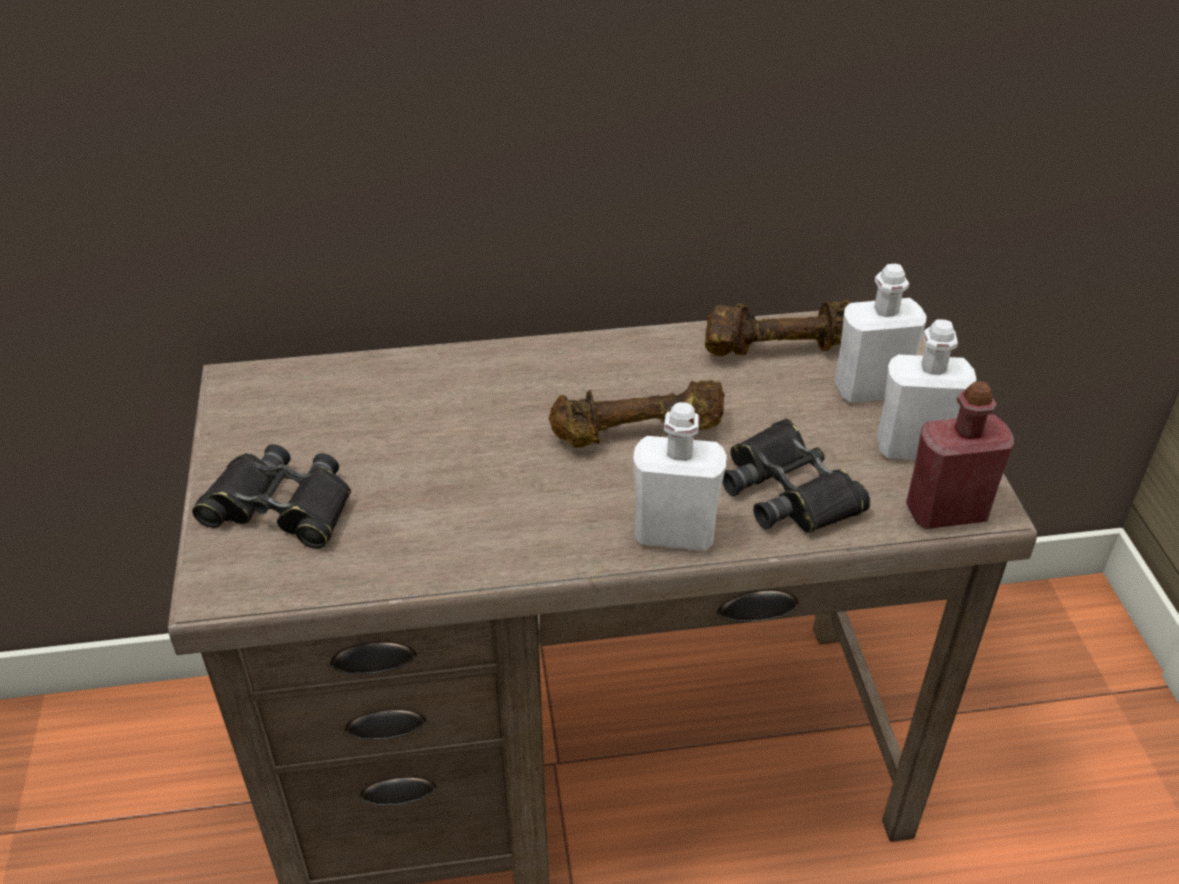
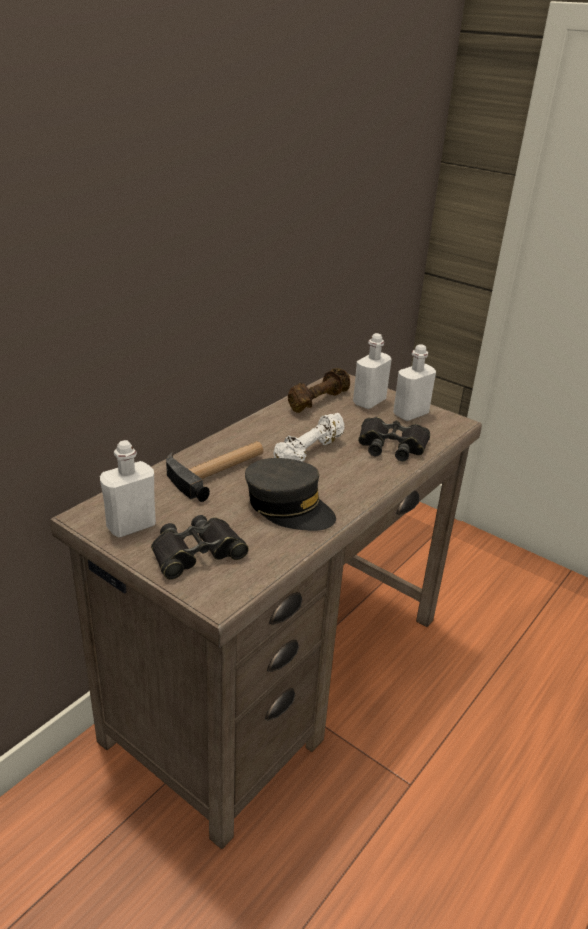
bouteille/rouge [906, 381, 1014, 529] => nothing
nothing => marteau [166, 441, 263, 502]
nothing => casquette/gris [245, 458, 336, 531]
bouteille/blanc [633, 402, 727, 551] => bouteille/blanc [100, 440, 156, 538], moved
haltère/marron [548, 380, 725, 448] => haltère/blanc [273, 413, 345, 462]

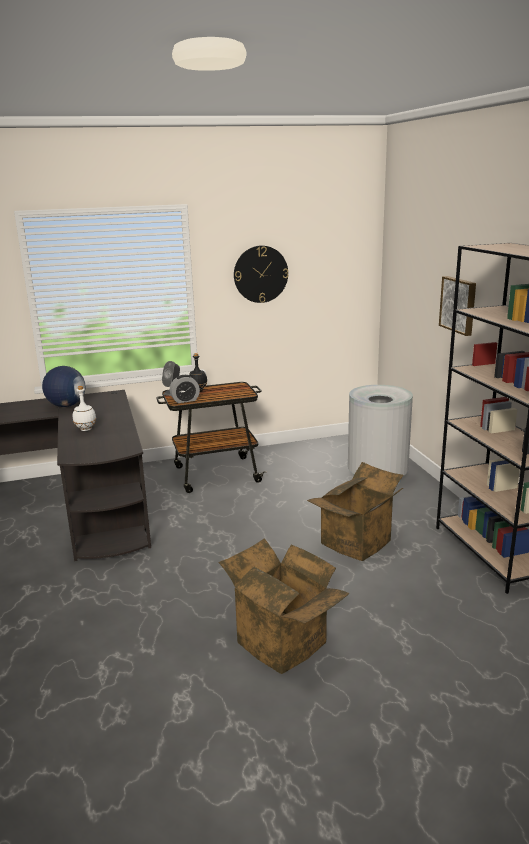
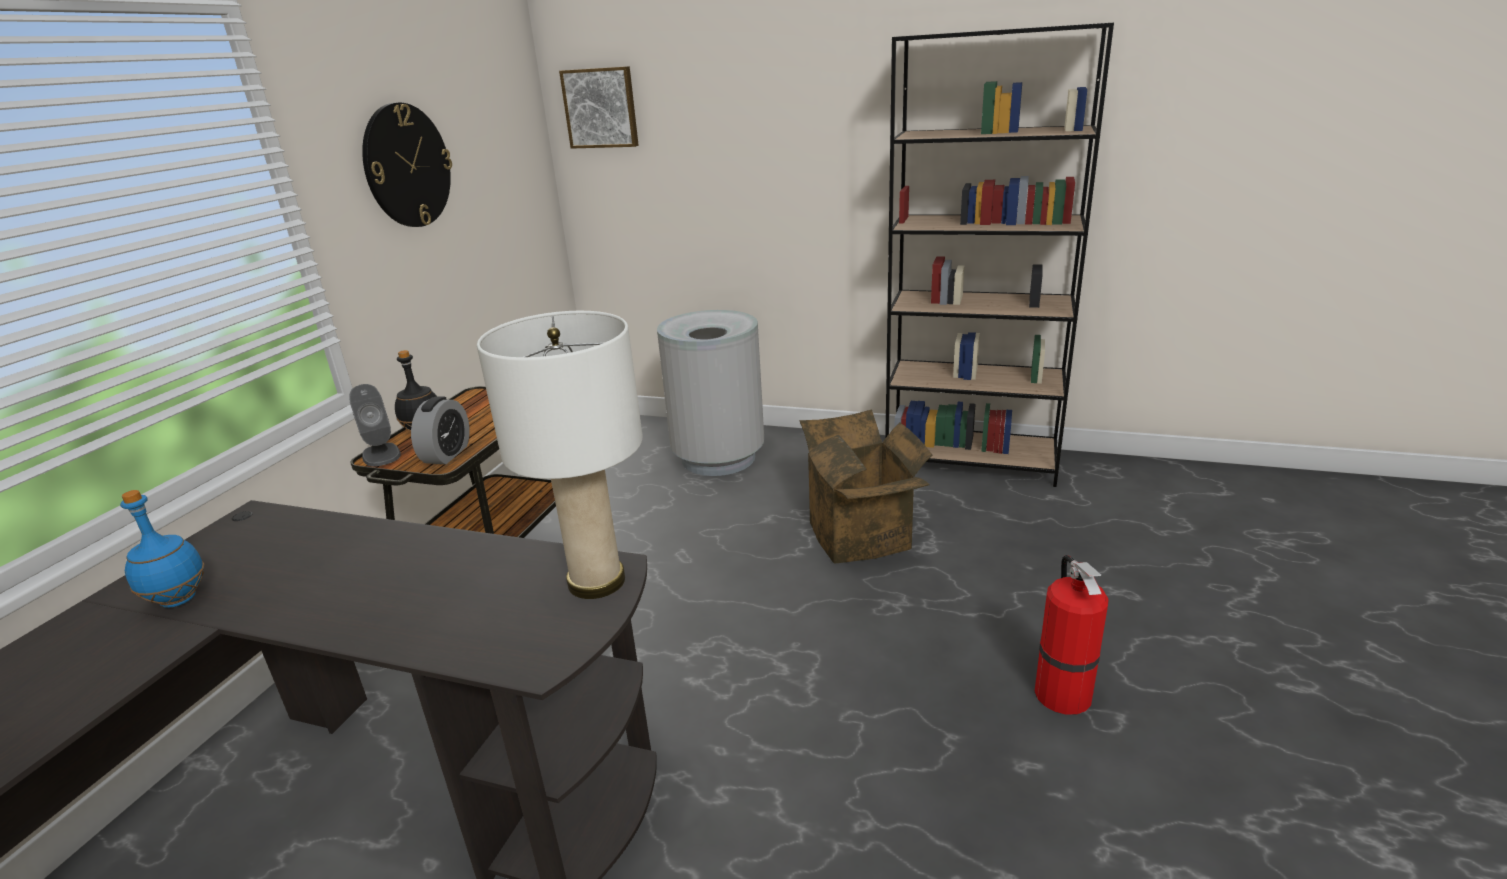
bouteille/blanc [73, 386, 96, 431] => nothing
nothing => lampe de table/blanc [477, 311, 643, 599]
tableau [439, 276, 476, 336] => tableau [559, 66, 639, 149], moved
globe [42, 366, 85, 407] => bouteille/bleu [120, 490, 204, 608]
carton [219, 538, 350, 674] => extincteur [1035, 555, 1109, 715]

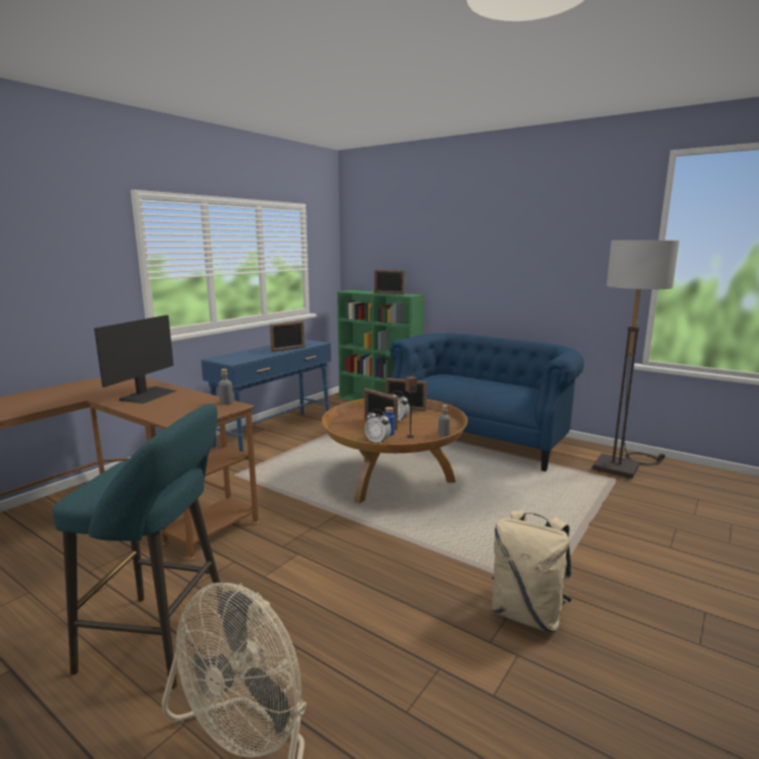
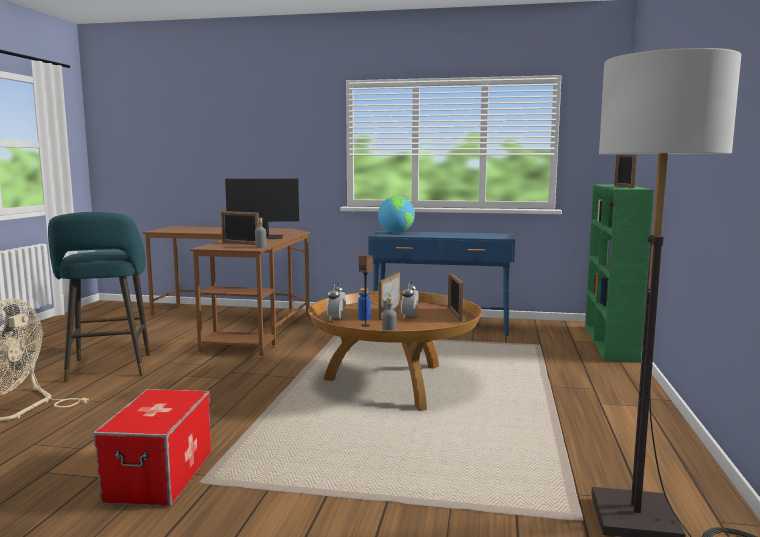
canapé/bleu [390, 333, 584, 472] => nothing
nothing => globe [378, 196, 415, 234]
cadre photo [270, 321, 305, 352] => cadre photo [221, 211, 259, 245], moved
sac à dos/beige [492, 510, 572, 632] => boîte de rangement [93, 389, 211, 507]

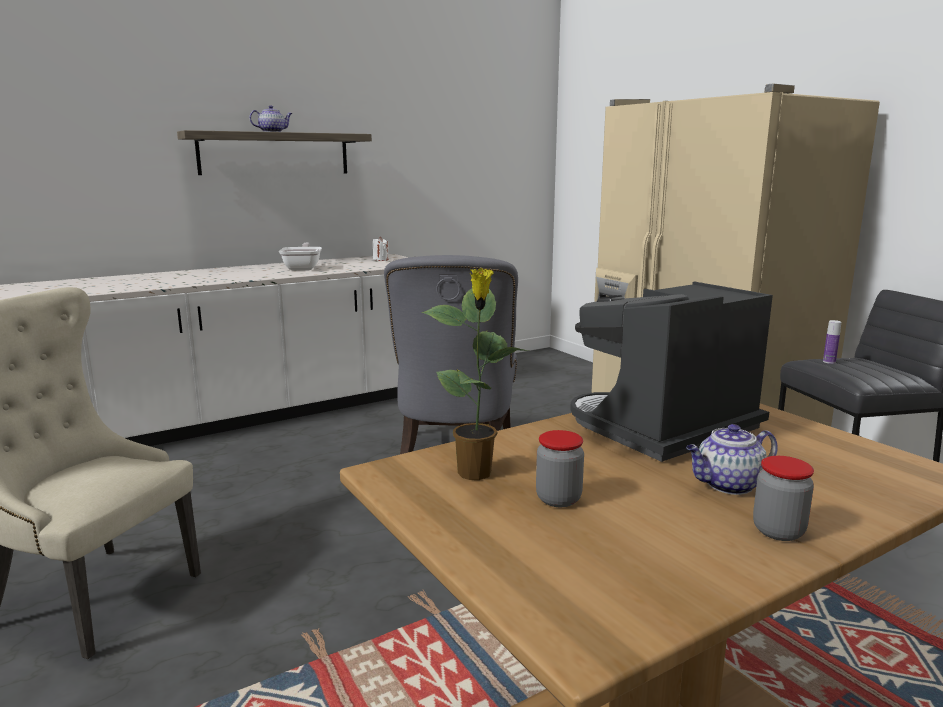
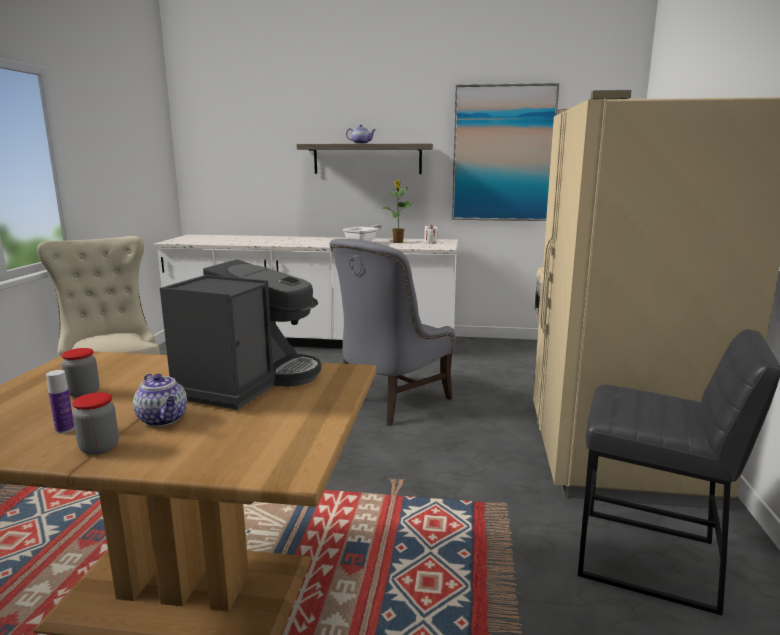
nothing => tableau [452, 83, 560, 221]
plante en pot [422, 268, 529, 480] => plante en pot [382, 180, 414, 243], moved
bouteille [823, 320, 841, 364] => bouteille [46, 370, 74, 434], moved
machine à café [570, 282, 773, 462] => machine à café [160, 259, 321, 410], 105 degrees clockwise
théière [686, 424, 778, 495] => théière [133, 374, 187, 426], 150 degrees counterclockwise

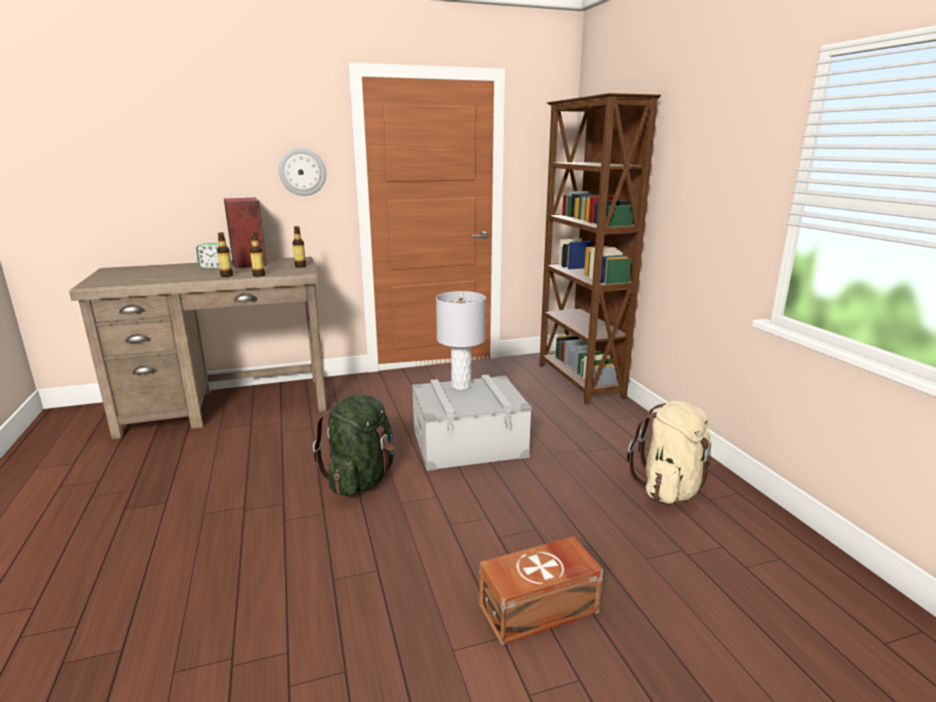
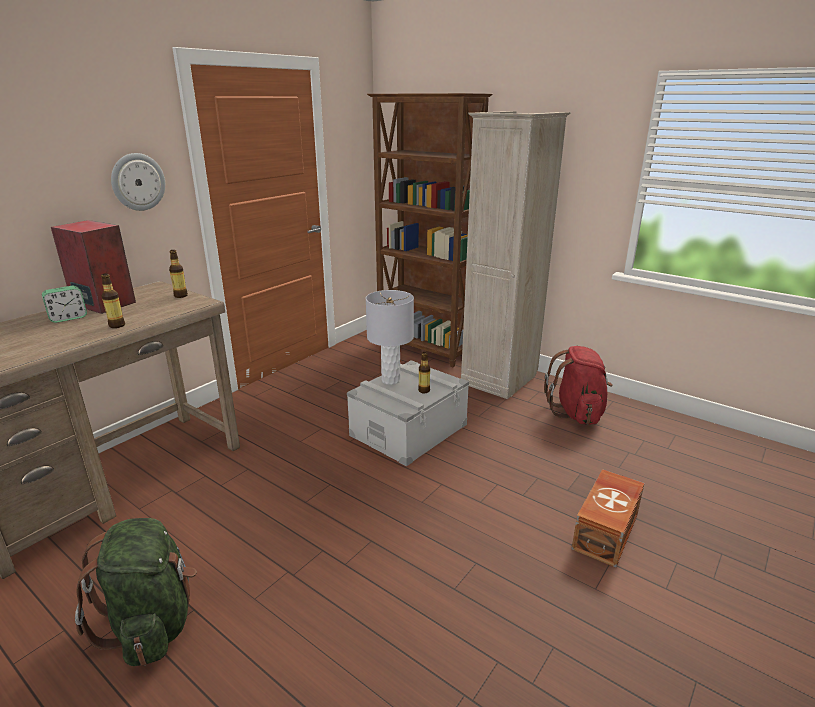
nothing => meuble de rangement/beige [461, 111, 571, 399]
bouteille [250, 232, 265, 277] => bouteille [418, 352, 430, 393], moved
sac à dos/vert [313, 394, 394, 496] => sac à dos/vert [75, 518, 197, 666], moved
sac à dos/beige [626, 401, 718, 504] => sac à dos/rouge [544, 346, 613, 425]

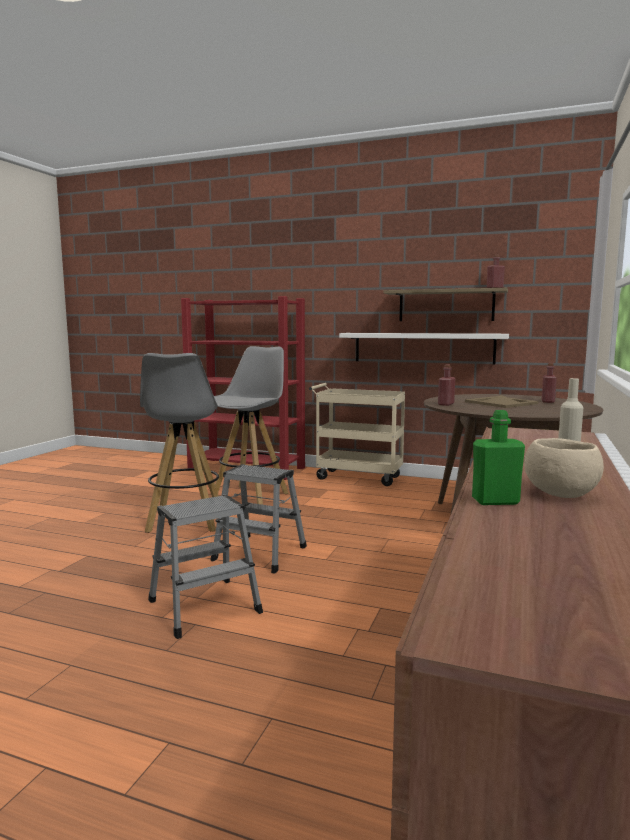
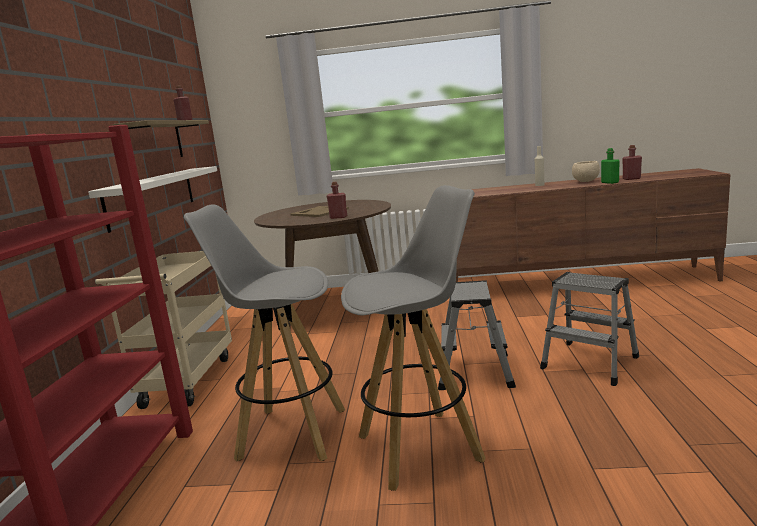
bouteille/rouge [542, 363, 557, 403] => bouteille/rouge [622, 145, 642, 180], moved

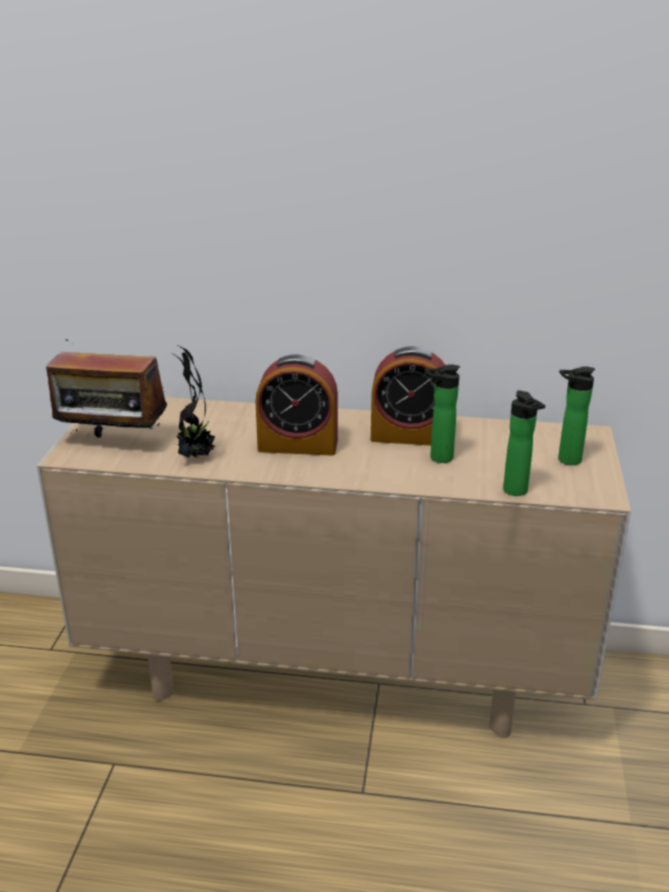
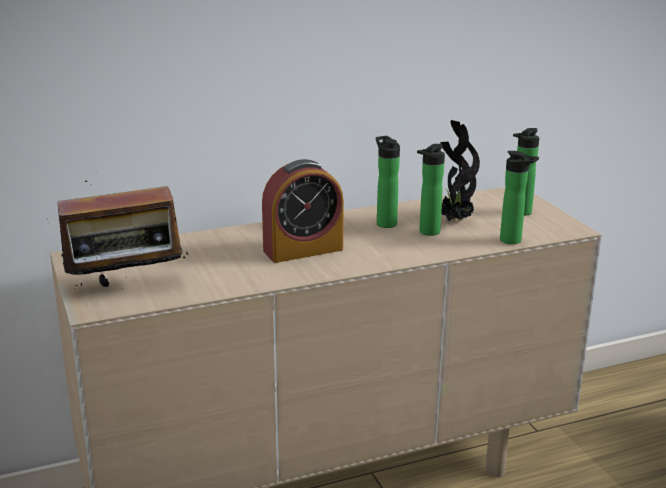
plante en pot [171, 346, 215, 458] => plante en pot [440, 120, 480, 221], moved
réveil [371, 346, 445, 446] => bouteille [376, 136, 400, 228]

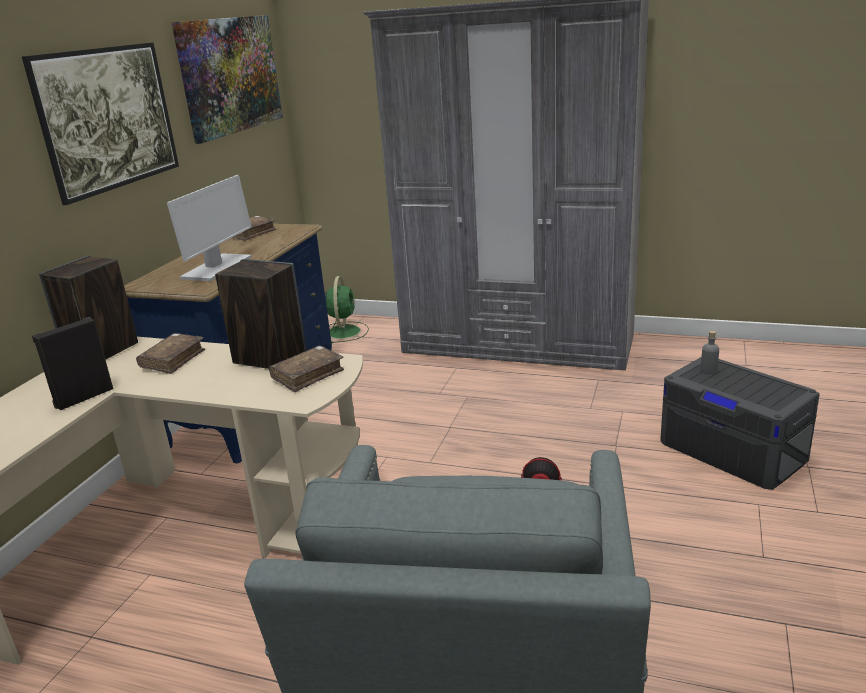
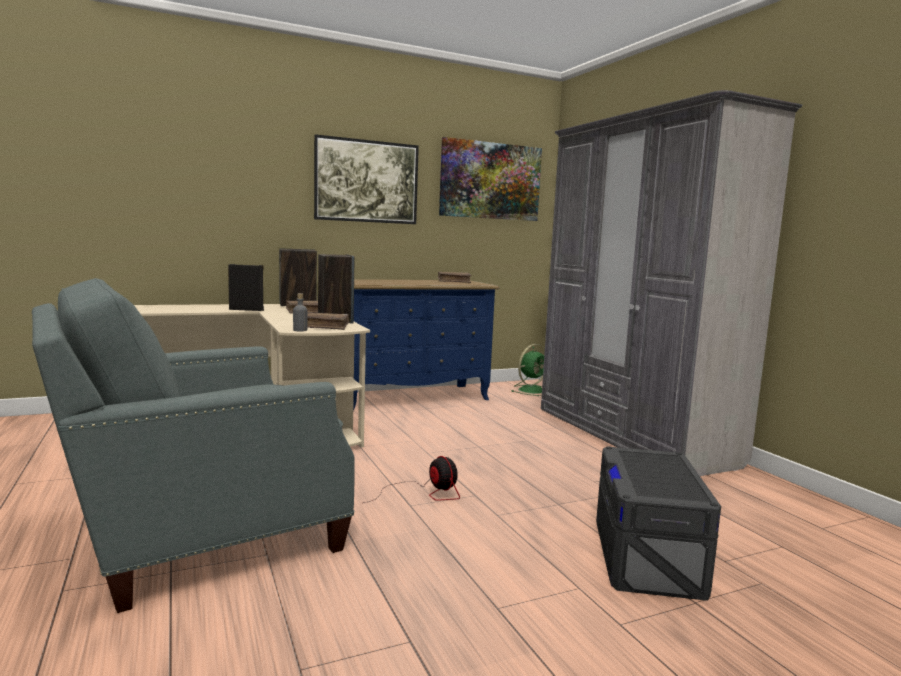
écran d'ordinateur [167, 175, 252, 281] => nothing
bouteille/gris [700, 331, 719, 374] => bouteille/gris [293, 293, 307, 331], moved

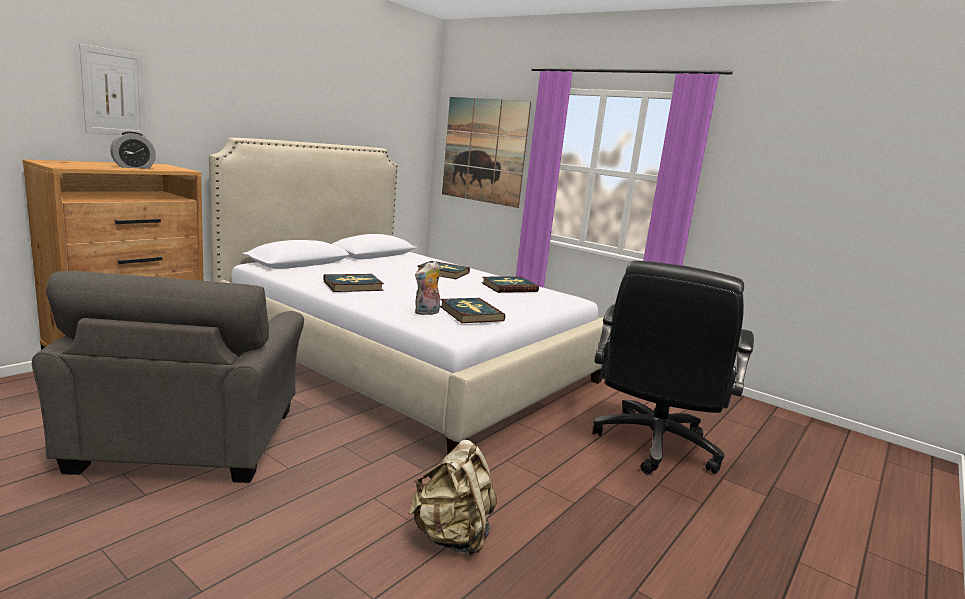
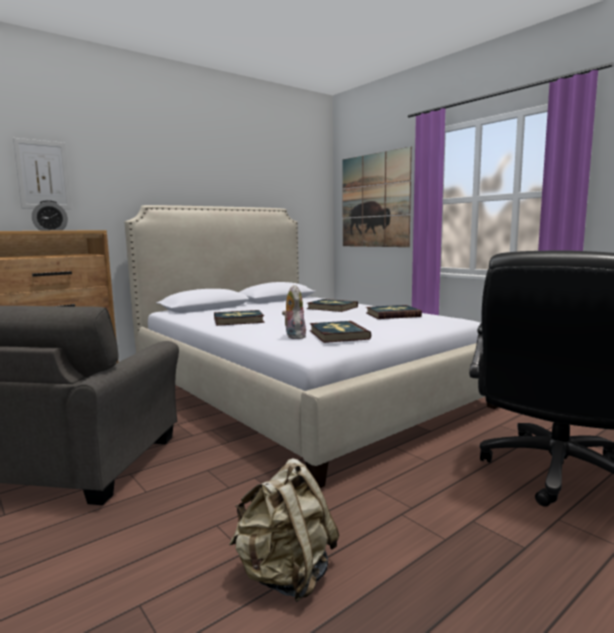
peluche [415, 261, 440, 315] => peluche [282, 285, 306, 339], 105 degrees clockwise

